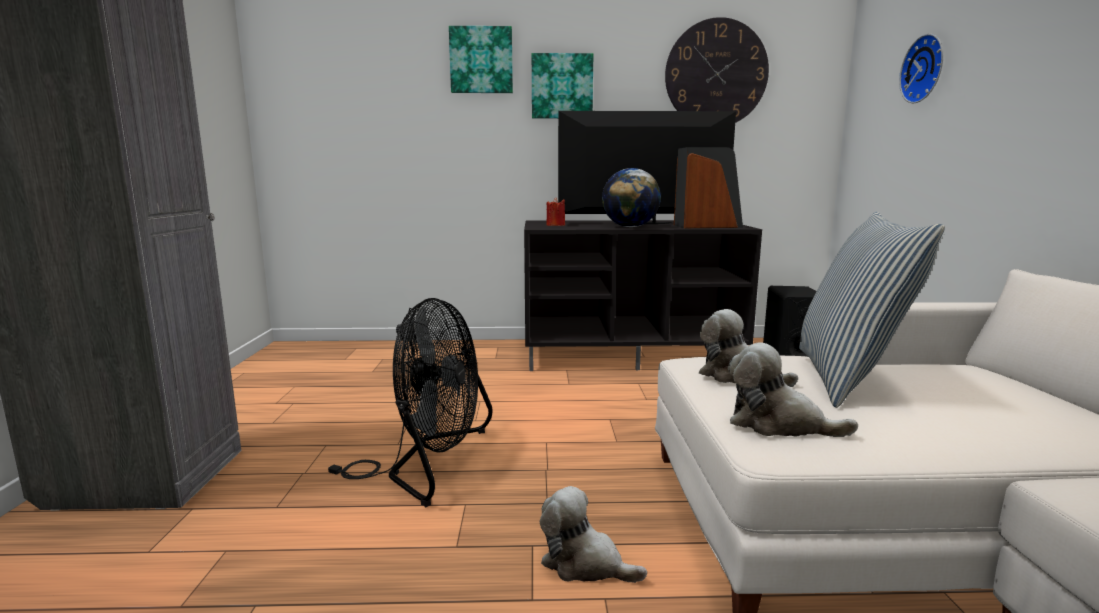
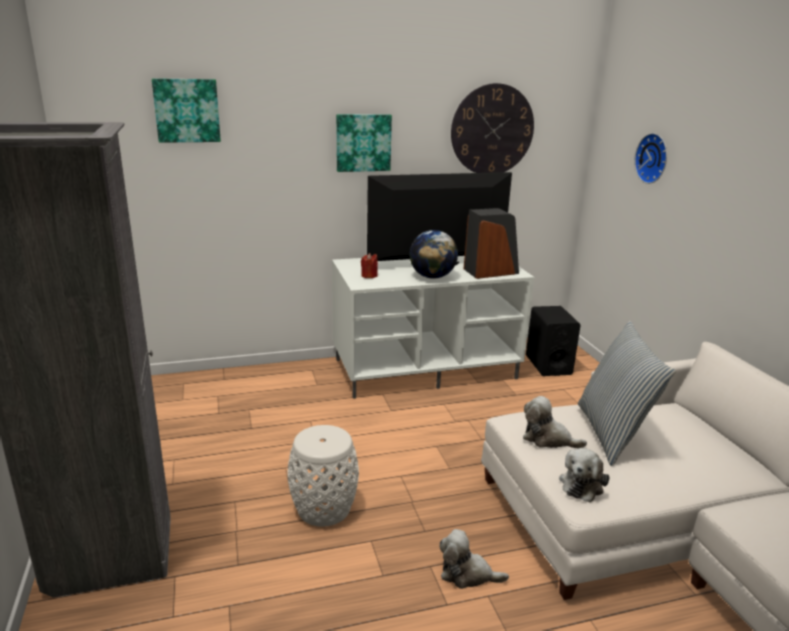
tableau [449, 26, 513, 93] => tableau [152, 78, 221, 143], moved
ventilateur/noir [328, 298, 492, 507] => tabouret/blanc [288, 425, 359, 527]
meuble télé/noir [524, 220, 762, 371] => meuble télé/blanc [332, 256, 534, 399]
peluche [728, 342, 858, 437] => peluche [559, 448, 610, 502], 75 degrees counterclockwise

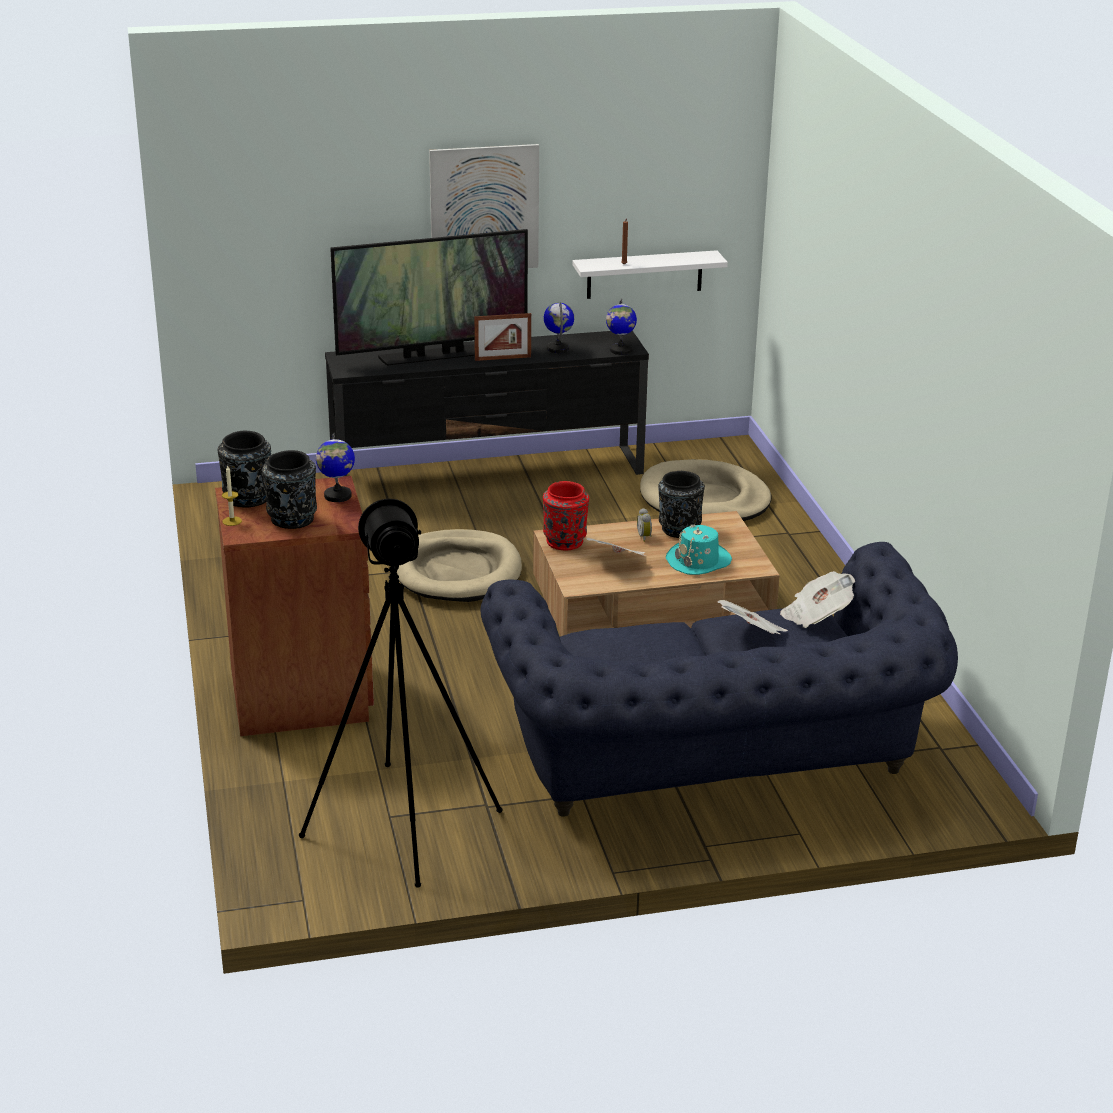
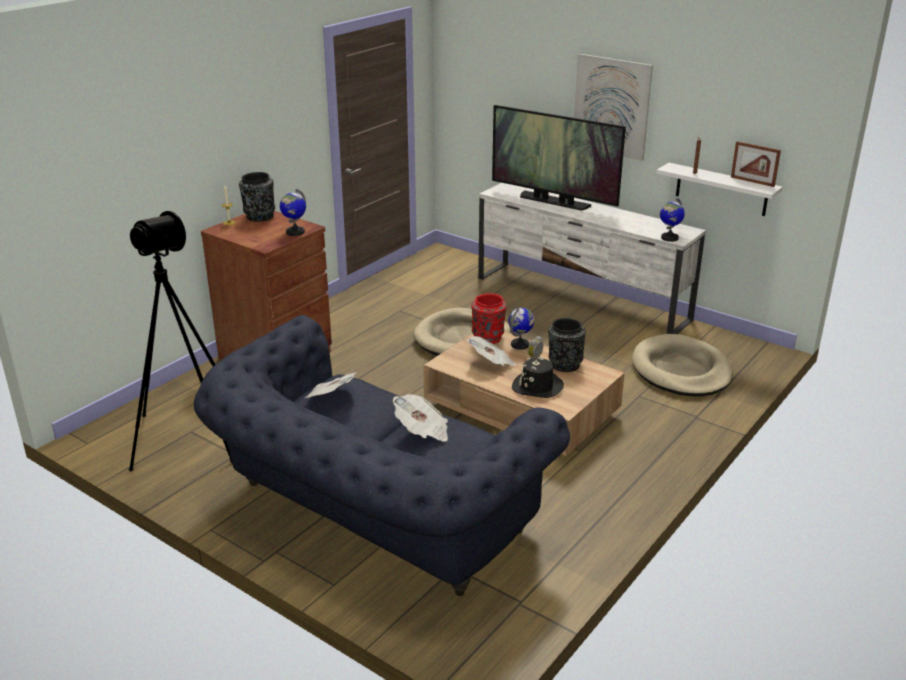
vase/noir [262, 450, 317, 529] => nothing
cadre photo [474, 313, 531, 361] => cadre photo [731, 141, 781, 187], moved
globe [544, 302, 574, 353] => globe [508, 307, 535, 350], moved
journal [780, 571, 855, 628] => journal [305, 372, 357, 398], moved
meuble télé/noir [325, 330, 649, 476] => meuble télé/blanc [478, 183, 706, 334]
chapeau/turquoise [666, 524, 732, 575] => chapeau/noir [512, 357, 564, 398]

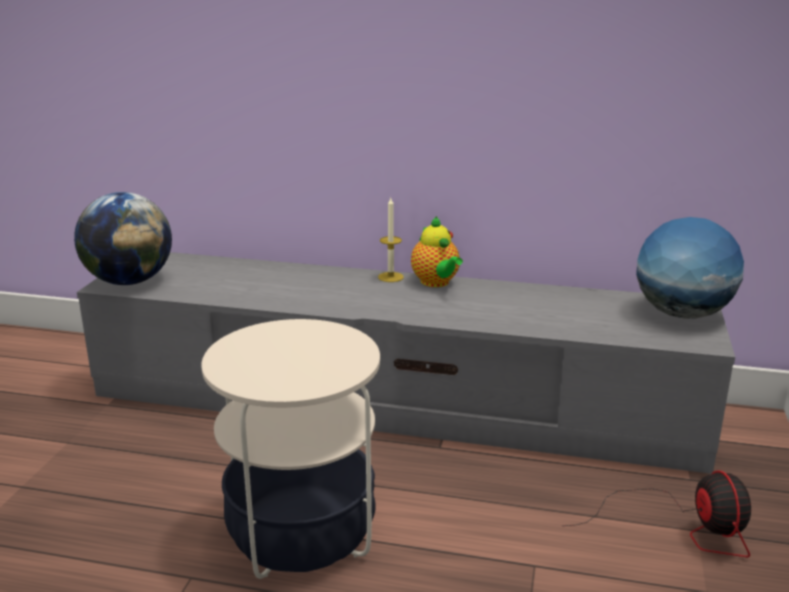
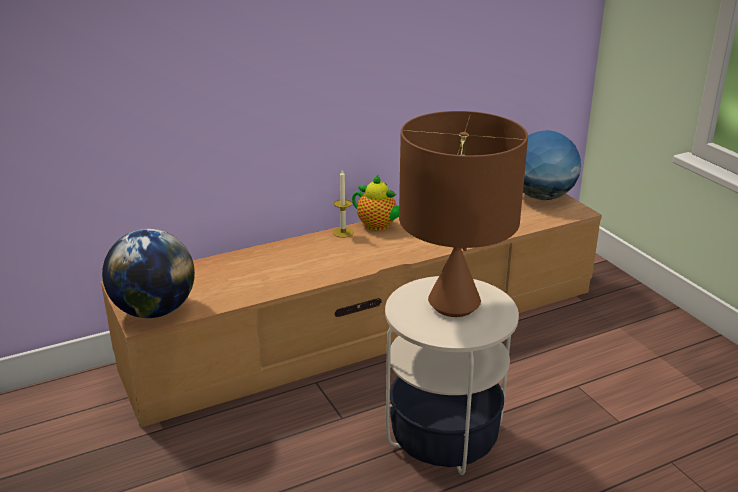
ventilateur [563, 471, 751, 557] => nothing
nothing => lampe de table/marron [399, 111, 528, 317]
meuble télé/gris [77, 252, 735, 474] => meuble télé/marron [100, 193, 602, 427]

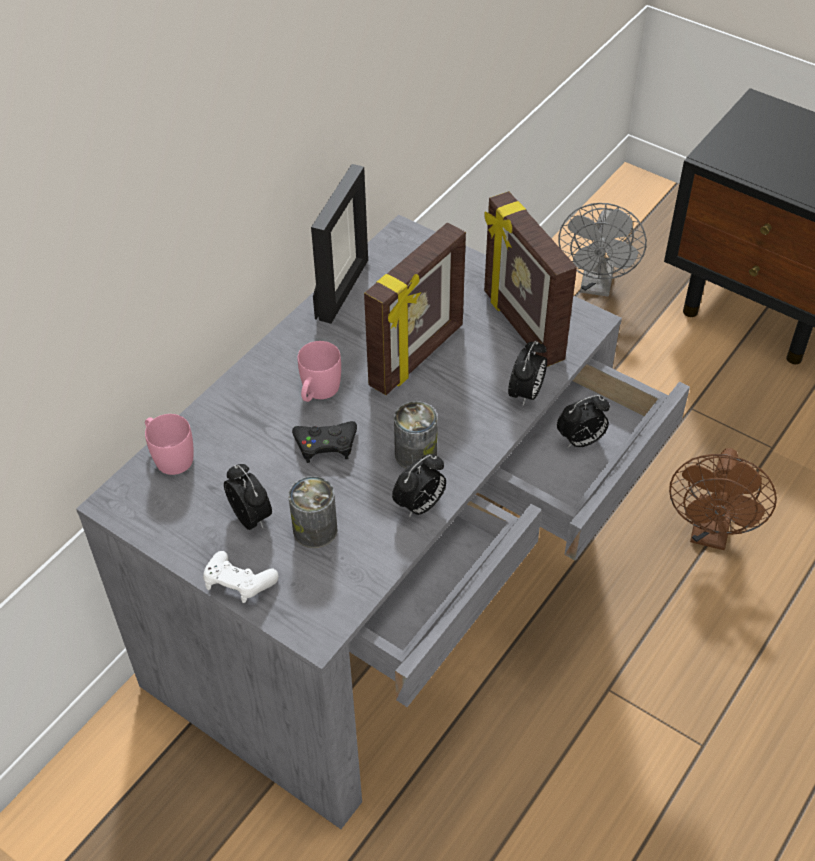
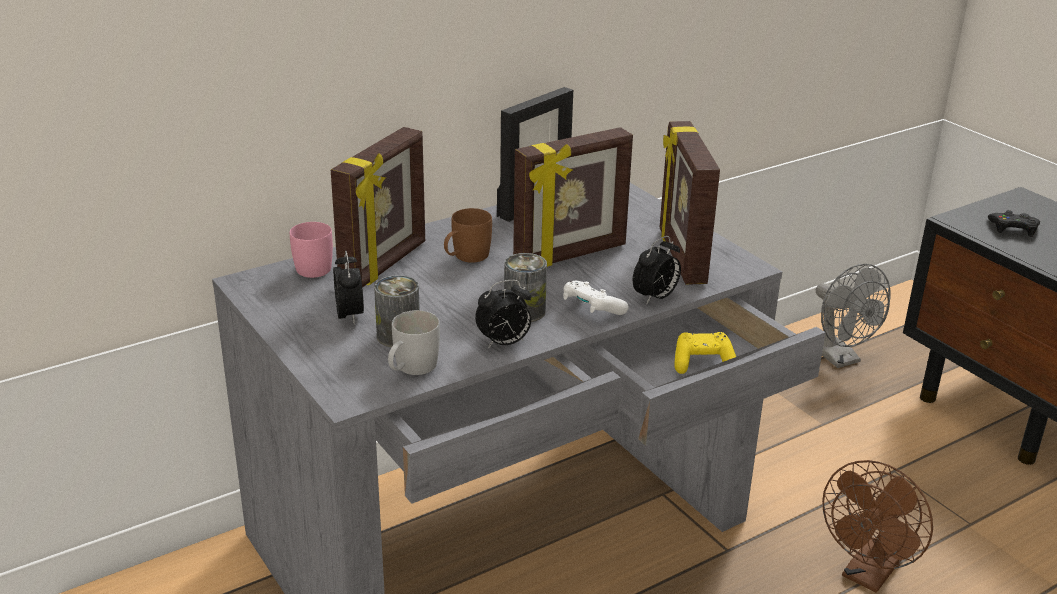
nothing => cadre photo [331, 127, 425, 288]
nothing => mug/blanc [388, 310, 440, 375]
manette/blanc [203, 551, 278, 603] => manette/blanc [563, 281, 628, 315], moved
manette/noir [292, 421, 357, 463] => manette/noir [988, 210, 1040, 237], moved
réveil [557, 395, 610, 448] => manette/jaune [674, 332, 736, 374]
mug/rose [298, 341, 341, 402] => mug/marron [444, 208, 492, 263]
ventilateur/gris [558, 203, 647, 297] => ventilateur/gris [816, 264, 891, 368], 60 degrees counterclockwise

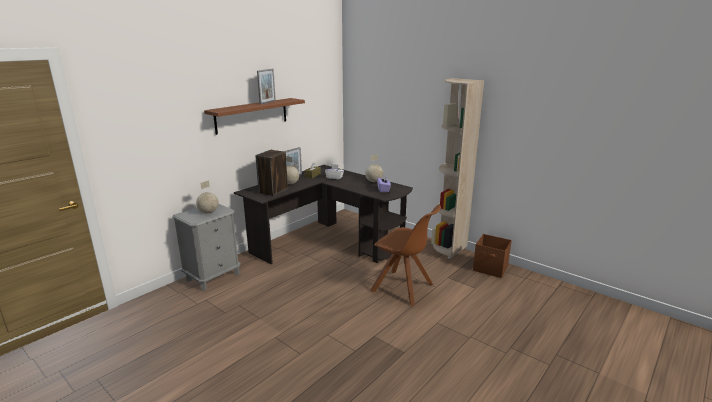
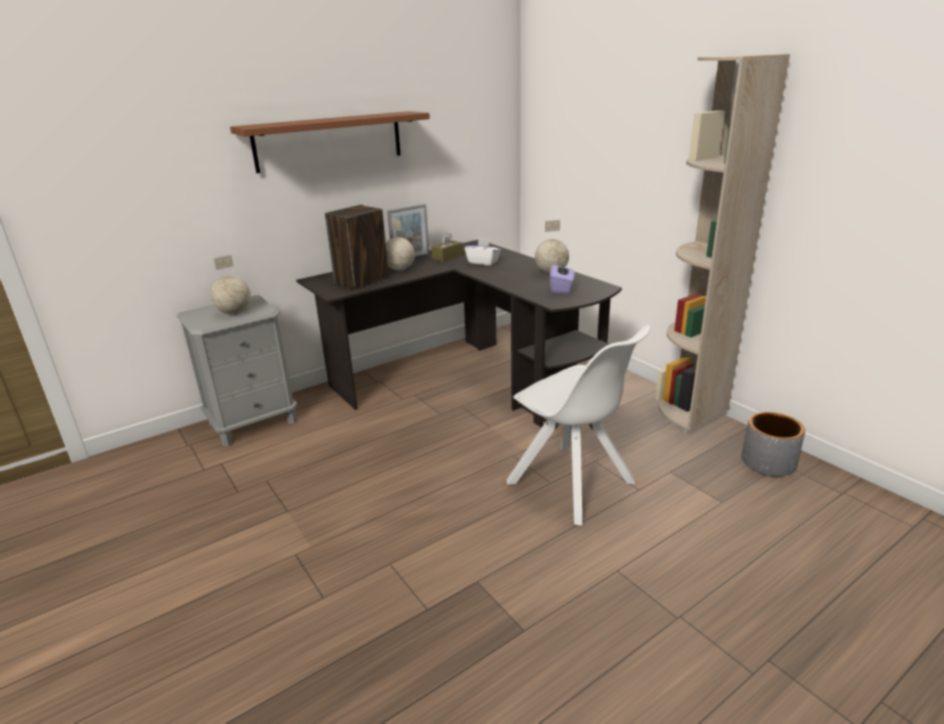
cadre photo [257, 69, 276, 105] => nothing
boîte de rangement/marron [473, 234, 512, 278] => cache-pot/gris [742, 412, 805, 477]
chaise/marron [370, 205, 441, 306] => chaise/blanc [506, 325, 650, 525]

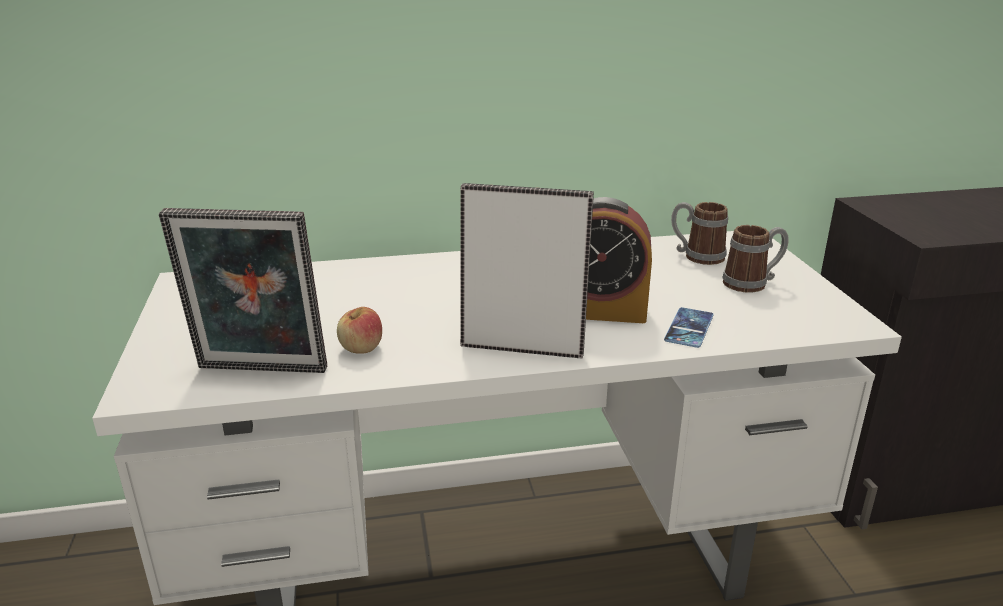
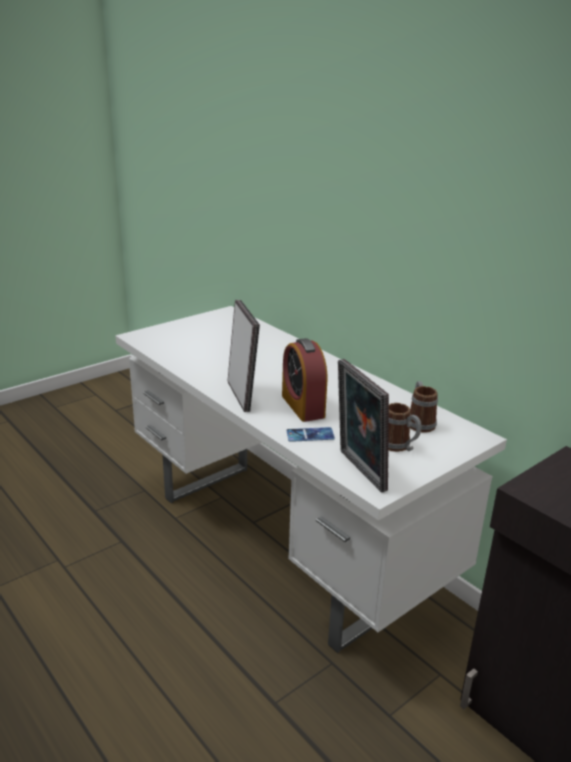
pomme [337, 307, 382, 354] => nothing
cadre photo [159, 208, 327, 373] => cadre photo [338, 359, 389, 493], moved

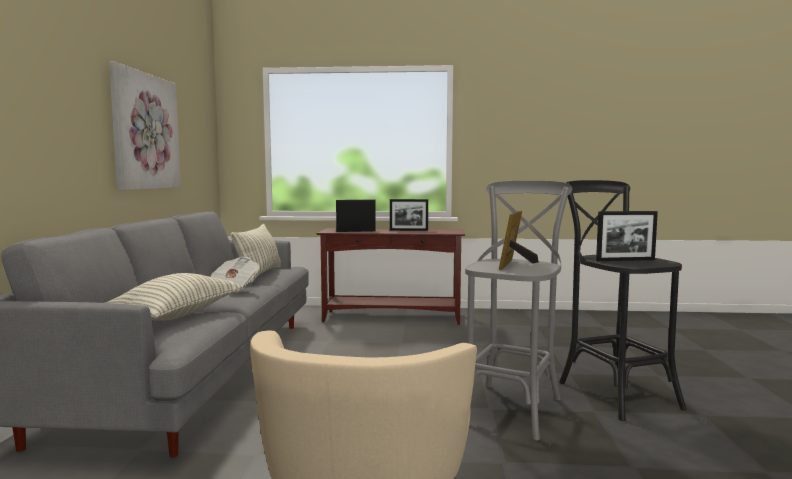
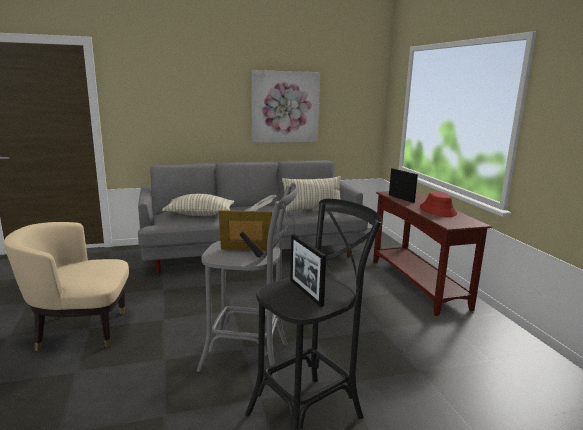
cadre photo [390, 199, 428, 231] => chapeau/rouge [420, 191, 457, 217]

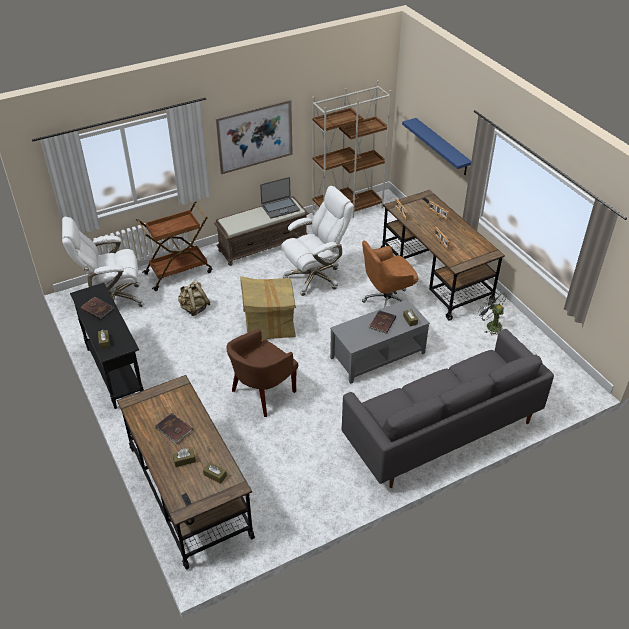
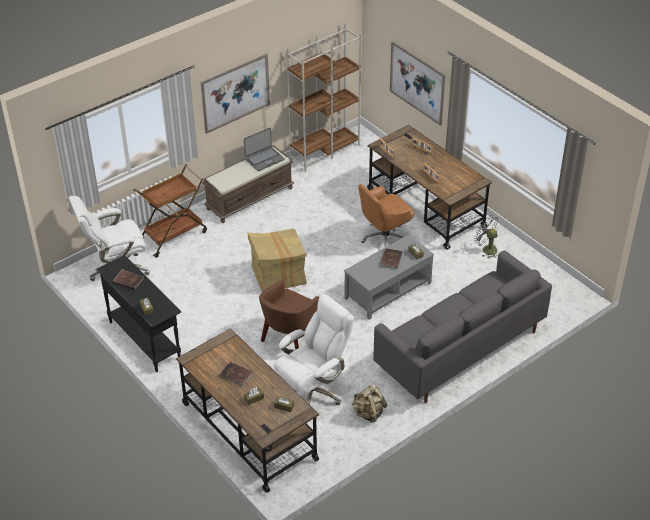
sac à dos/beige [178, 280, 210, 316] => sac à dos/beige [351, 384, 387, 423], moved
chaise de bureau/blanc [281, 186, 354, 296] => chaise de bureau/blanc [274, 294, 354, 405], moved
étagère/bleu [402, 118, 471, 175] => tableau [390, 41, 445, 126]

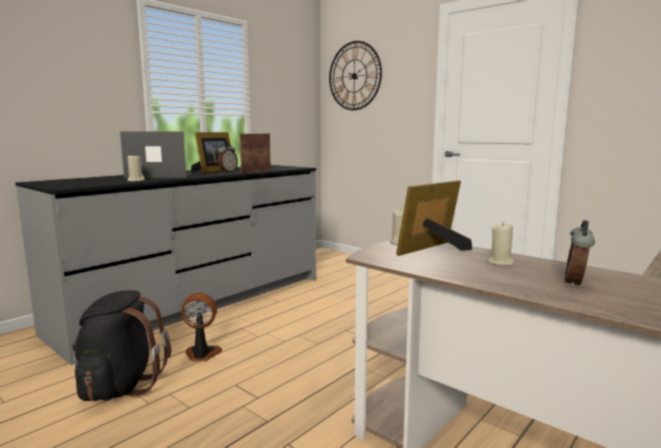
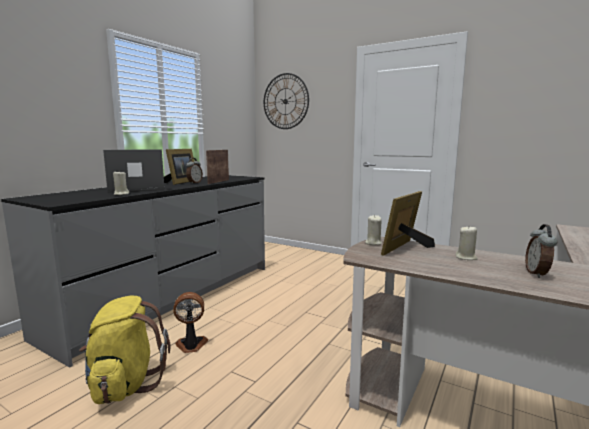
sac à dos/noir [73, 290, 171, 401] => sac à dos/jaune [79, 296, 171, 404]

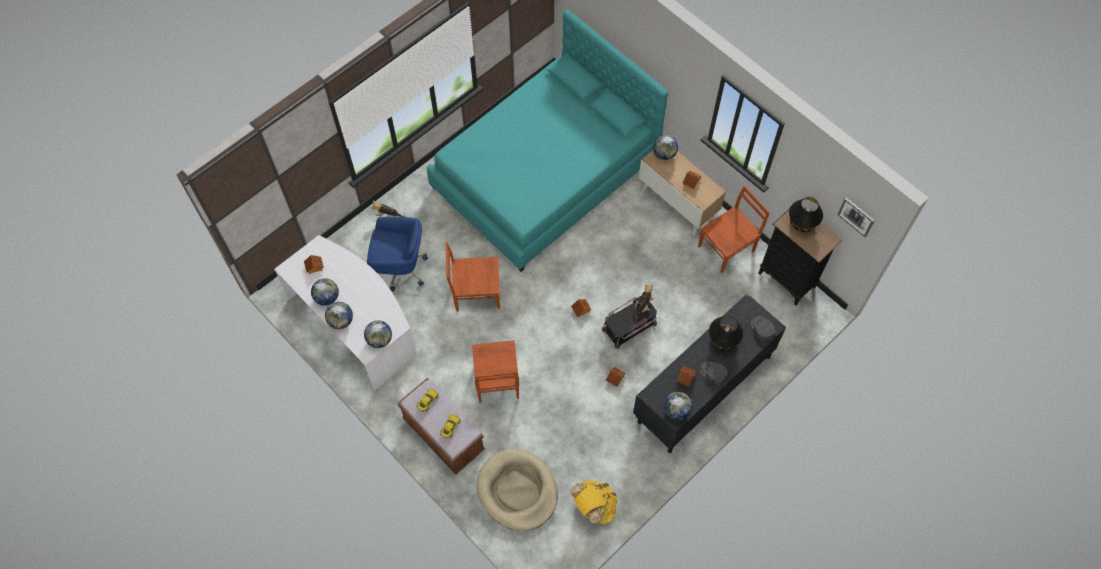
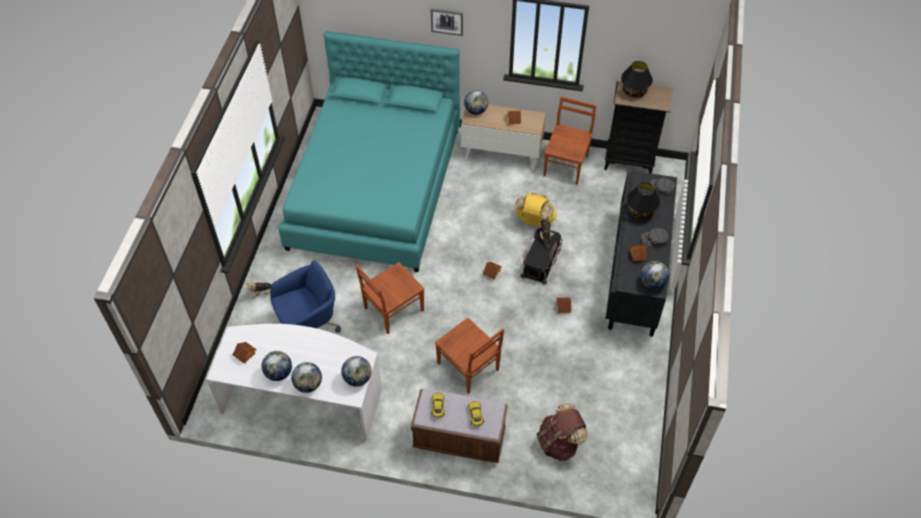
sac à dos/jaune [570, 480, 618, 524] => sac à dos/jaune [514, 193, 557, 227], moved
tableau [837, 198, 875, 237] => tableau [431, 8, 463, 36], moved
panier pour chien/beige [477, 448, 558, 531] => sac à dos/marron [537, 404, 588, 461]

